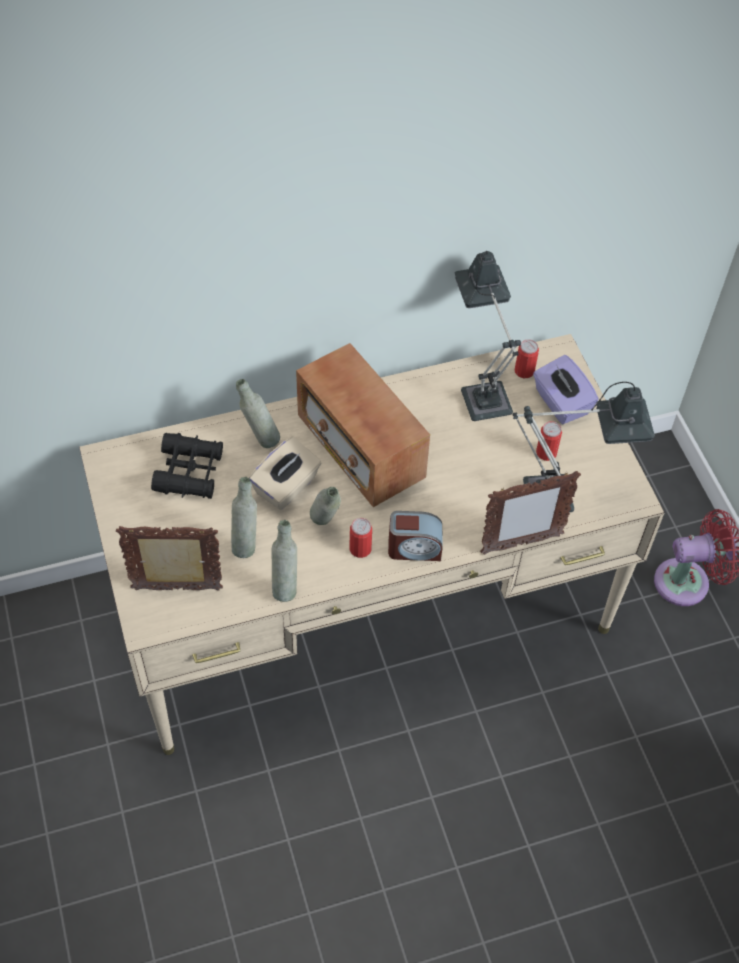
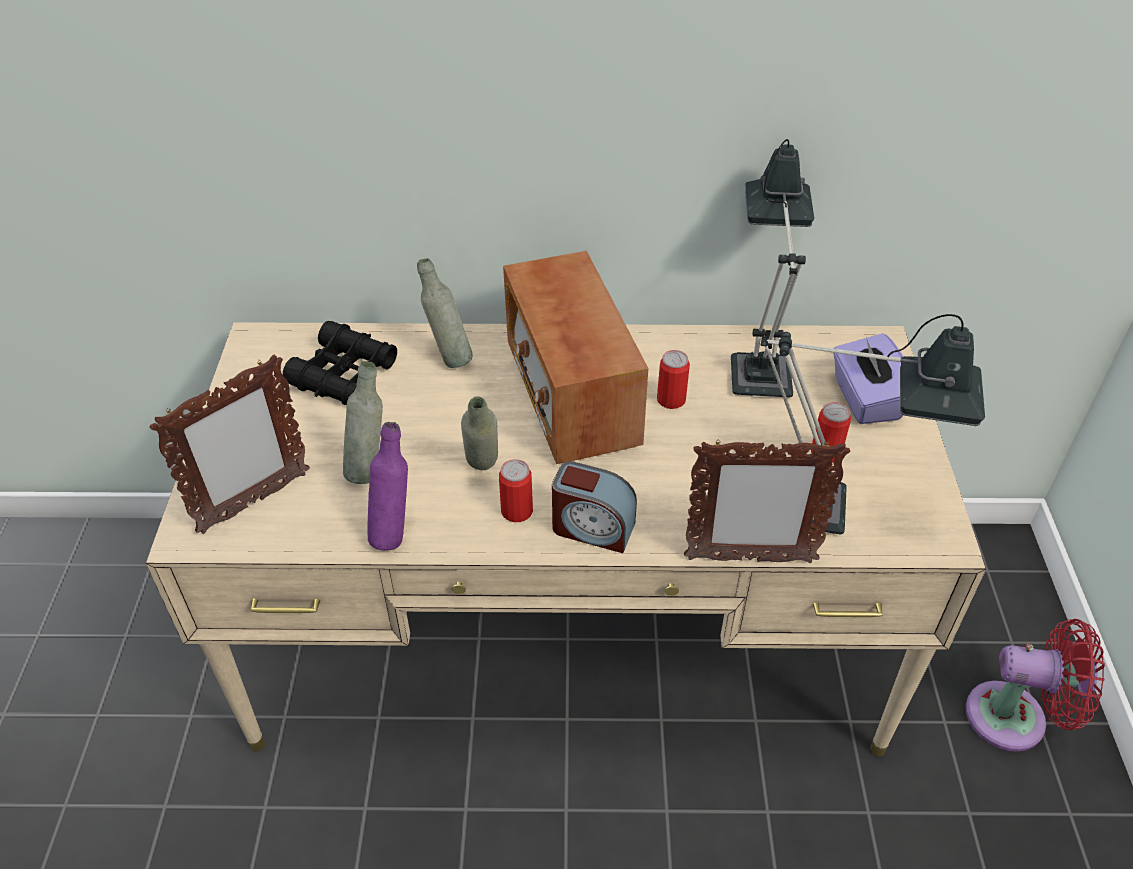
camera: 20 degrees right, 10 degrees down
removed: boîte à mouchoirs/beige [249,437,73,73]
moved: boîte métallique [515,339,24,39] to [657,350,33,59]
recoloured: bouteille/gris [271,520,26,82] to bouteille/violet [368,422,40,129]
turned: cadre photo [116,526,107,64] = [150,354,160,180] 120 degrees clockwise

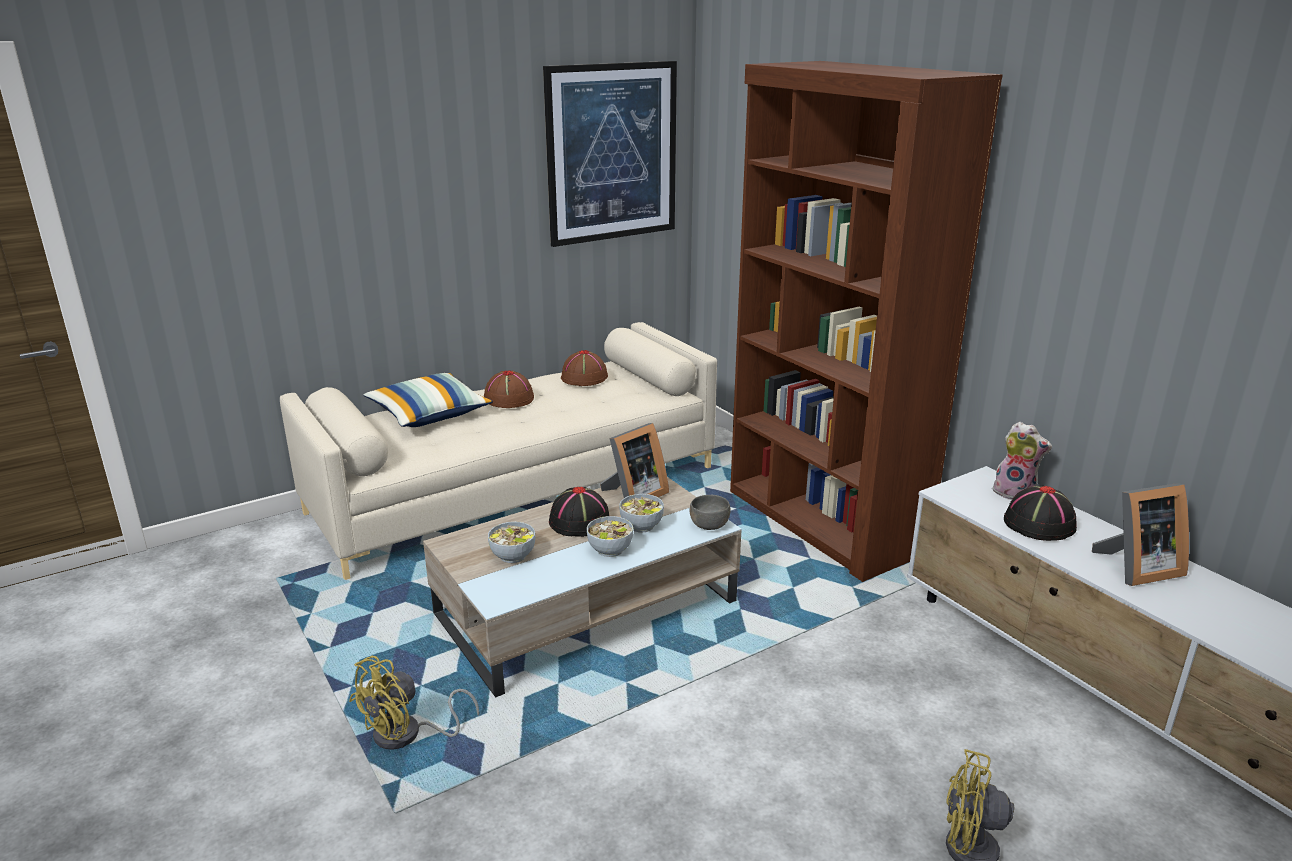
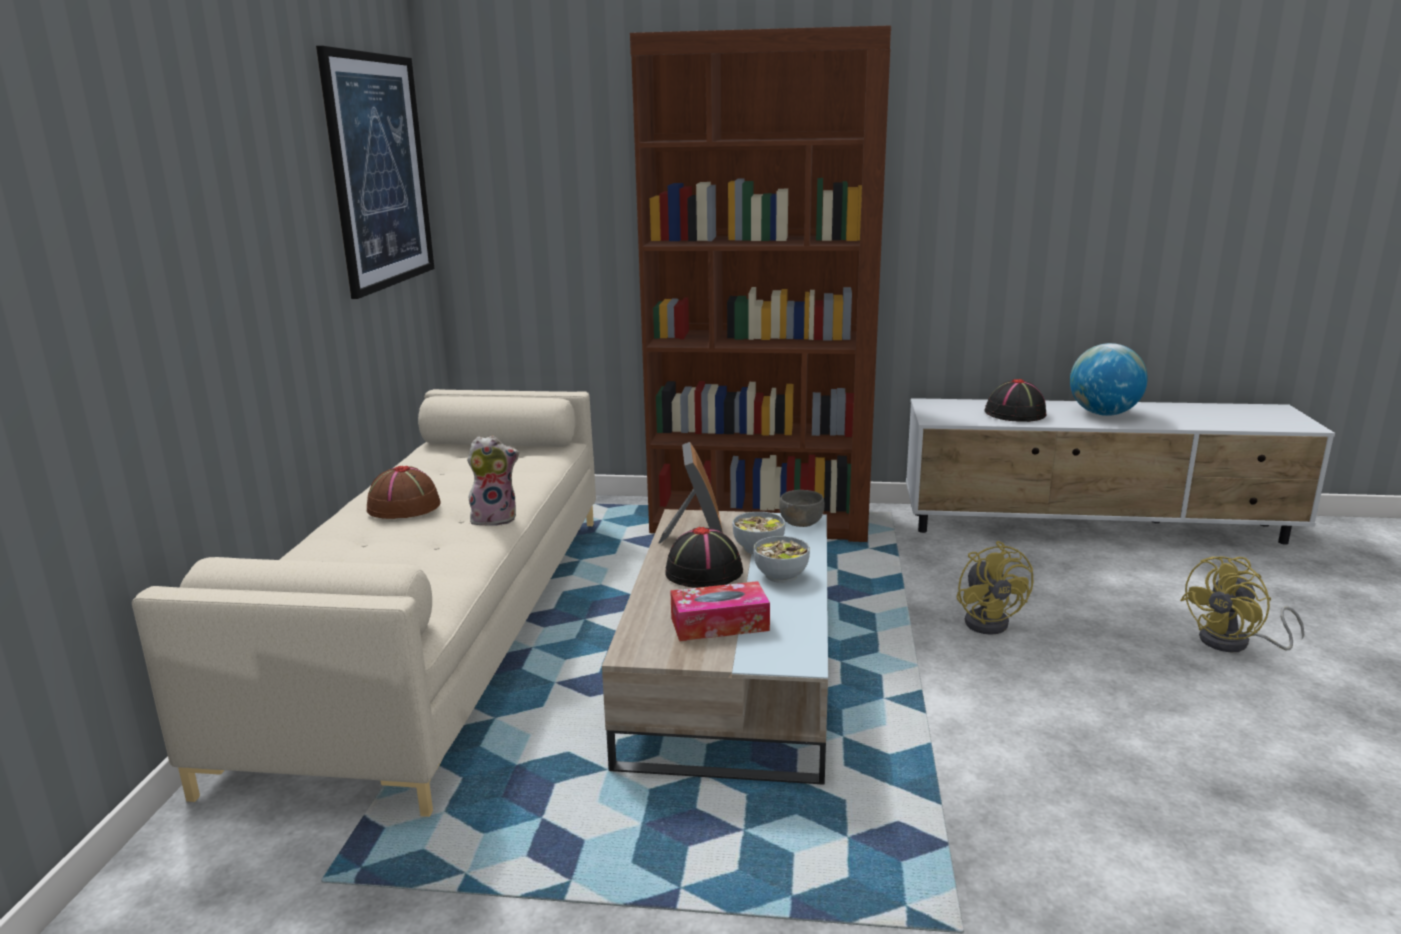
camera: 50 degrees left, 5 degrees down
removed: coussin [364,373,129,54]; chapeau/marron [561,350,47,36]
moved: ventilateur/jaune [349,656,130,94] to [956,541,77,94]; peluche [993,422,59,78] to [467,436,52,90]
replaced: bol [488,522,48,41] to boîte à mouchoirs [670,581,100,60]; cadre photo [1092,483,97,103] to globe [1070,343,78,73]

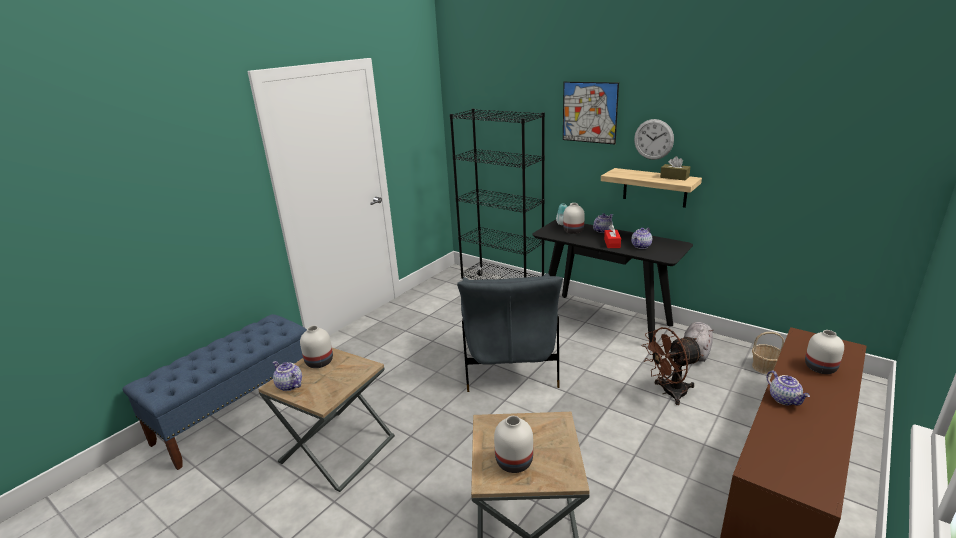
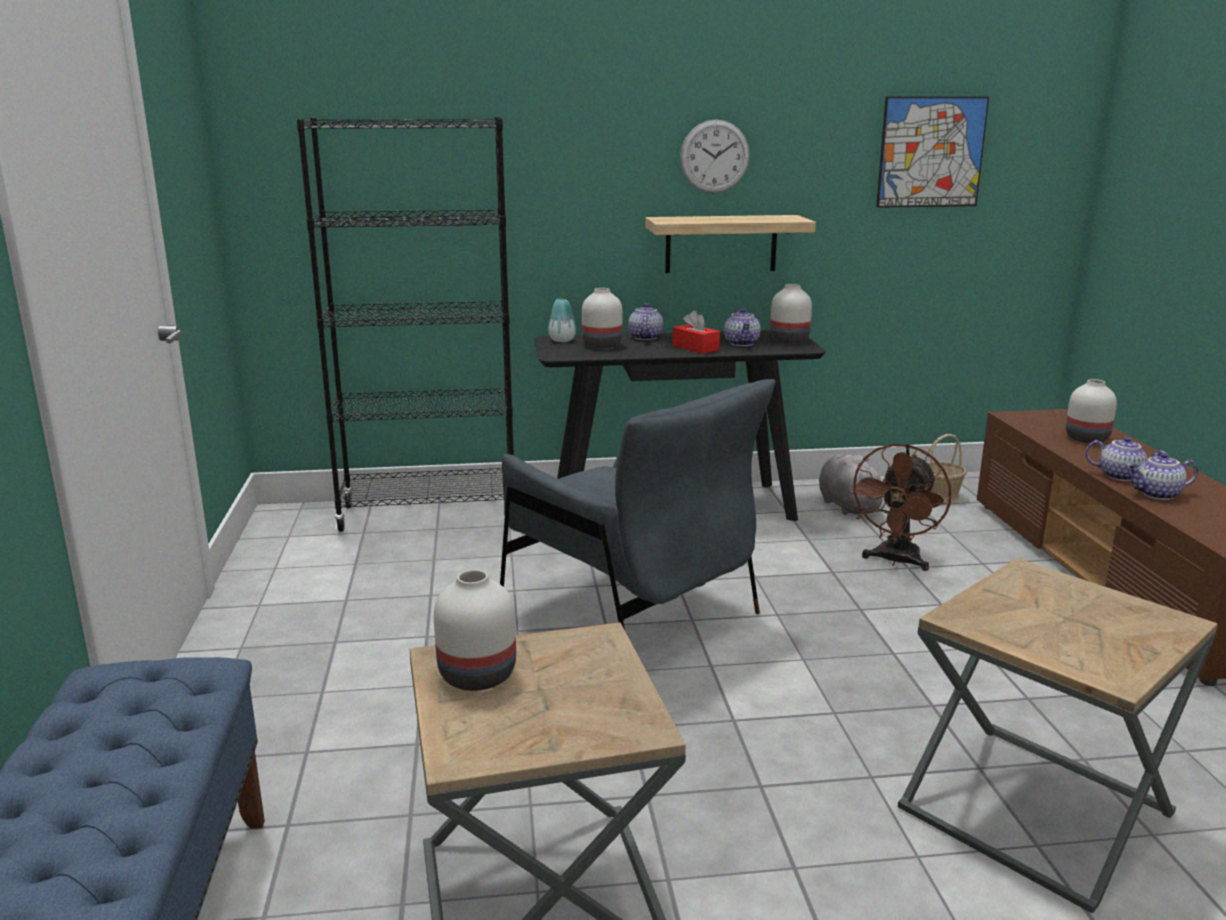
camera: 45 degrees left, 5 degrees down
removed: boîte à mouchoirs/marron [660,156,30,24]
moved: théière [273,361,29,30] to [1127,453,71,47]; vase/blanc [494,416,39,57] to [770,284,42,59]; tableau [563,82,56,62] to [876,97,113,111]

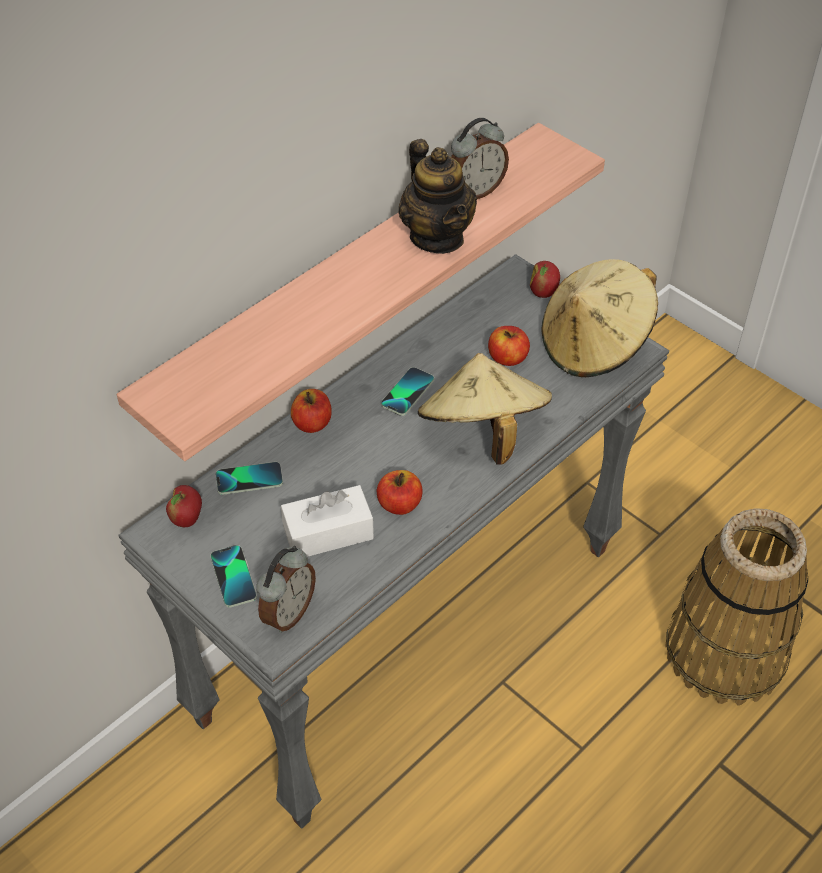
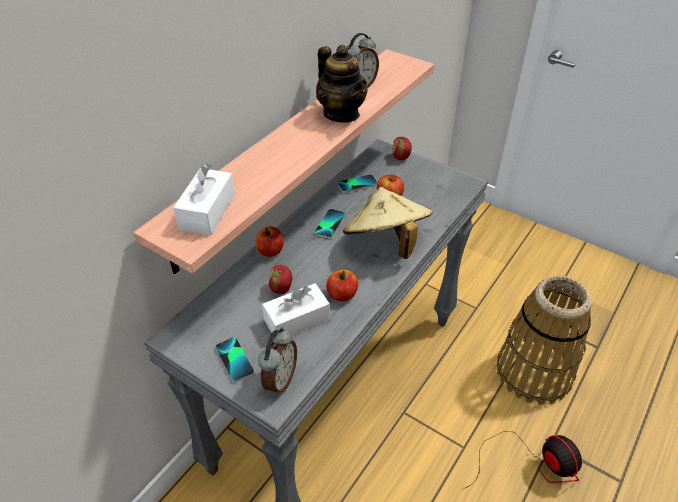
camera: 10 degrees left, 5 degrees down
removed: chapeau/beige [541,259,117,118]
added: boîte à mouchoirs/blanc [173,163,62,72]; ventilateur [462,431,120,59]
moved: pomme [166,485,36,42] to [269,265,23,29]; téléphone [216,462,67,33] to [337,174,41,19]

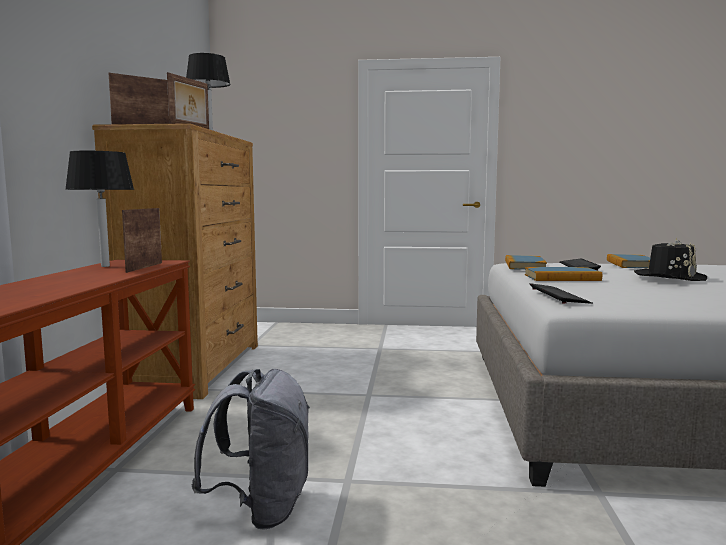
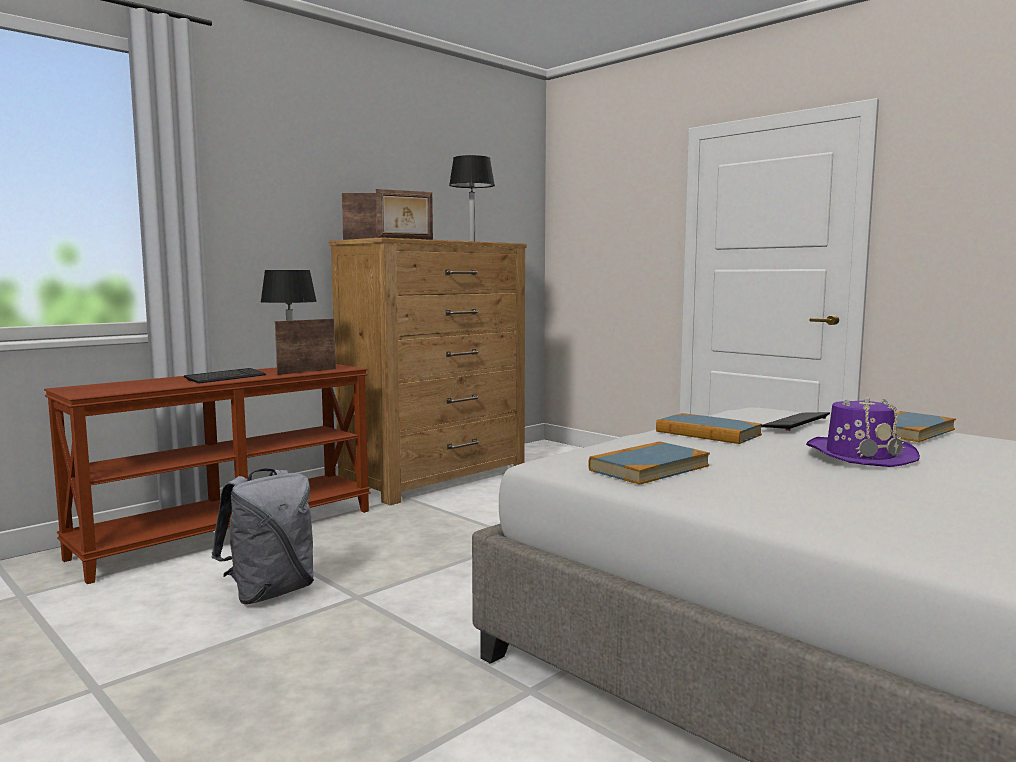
camera: 40 degrees right, 0 degrees up
moved: livre [505,255,42,15] to [588,441,122,44]; clavier [529,283,63,21] to [184,368,82,15]
recoloured: chapeau/noir [634,238,73,43] to chapeau/violet [806,394,114,73]

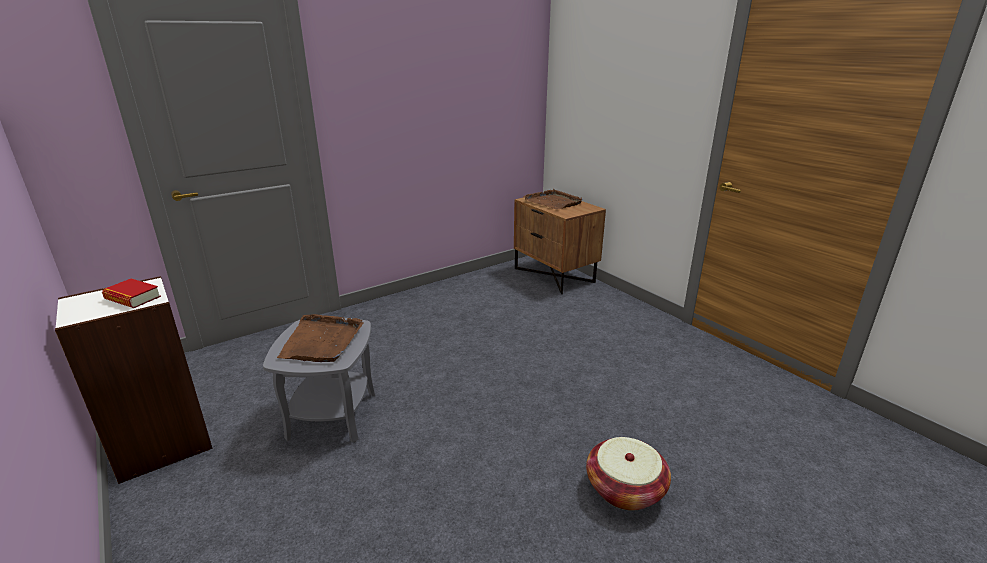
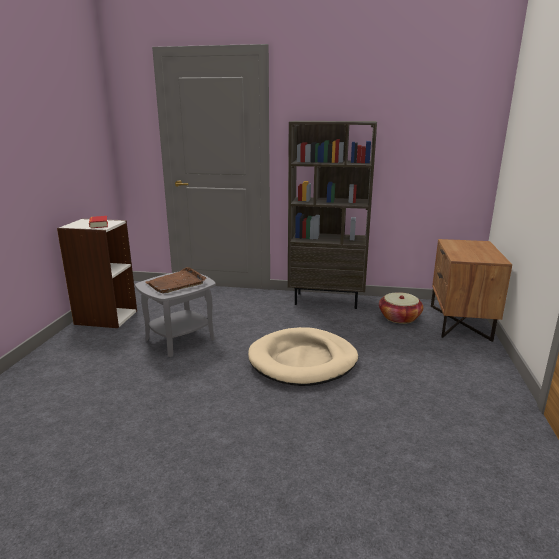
camera: 45 degrees right, 5 degrees down
removed: plateau/marron [523,189,60,21]
added: panier pour chien/beige [248,327,110,59]; bibliothèque/marron [288,121,89,188]
moved: panier [586,437,85,74] to [379,292,44,32]

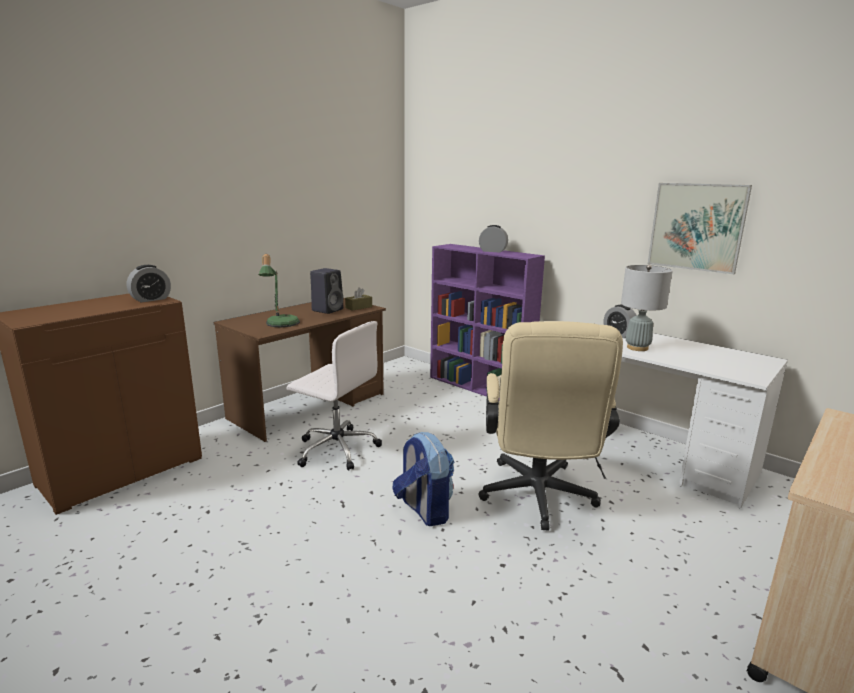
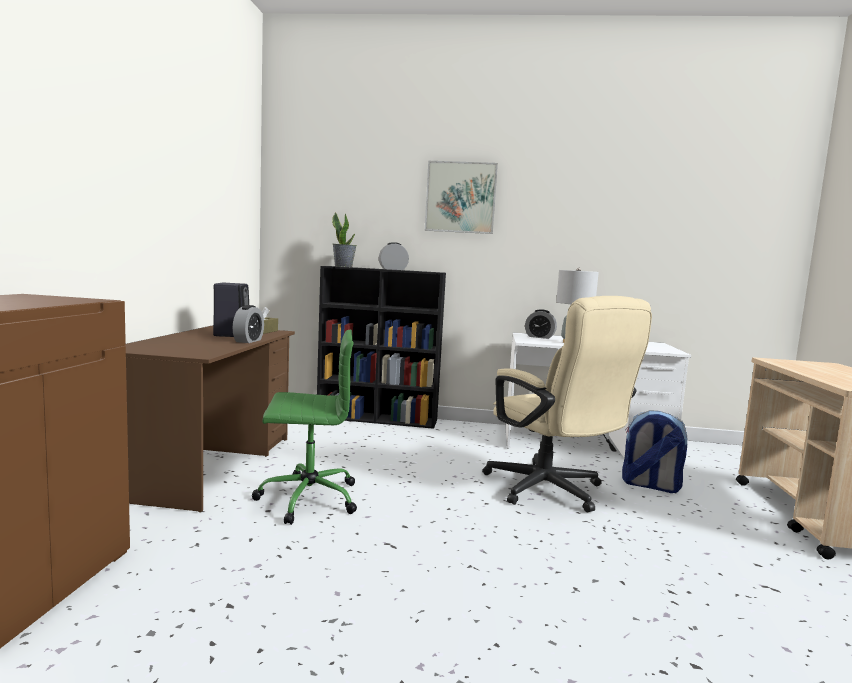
camera: 35 degrees left, 10 degrees down
removed: lampe de table [258,254,42,74]
added: plante en pot [332,212,25,55]
moved: réveil [127,265,44,38] to [233,305,31,38]; sac à dos [392,432,62,94] to [622,410,66,83]; tableau [648,183,104,91] to [425,161,73,73]
recoloured: chaise de bureau/blanc [287,321,95,150] to chaise de bureau/vert [252,330,105,195]; bibliothèque/violet [430,244,115,156] to bibliothèque/noir [317,266,129,163]

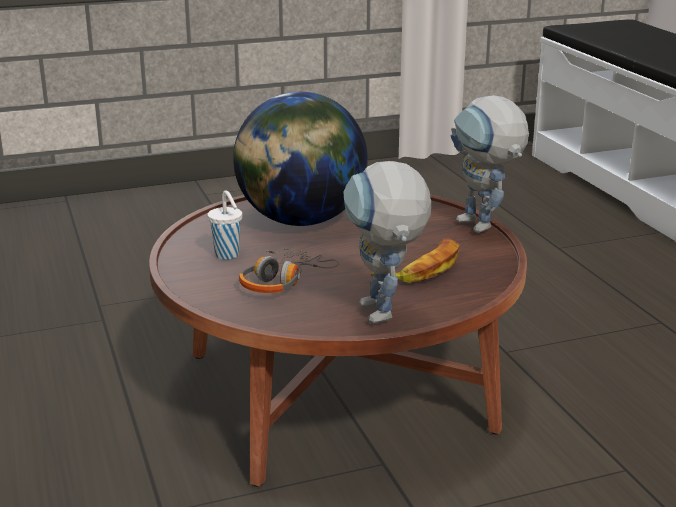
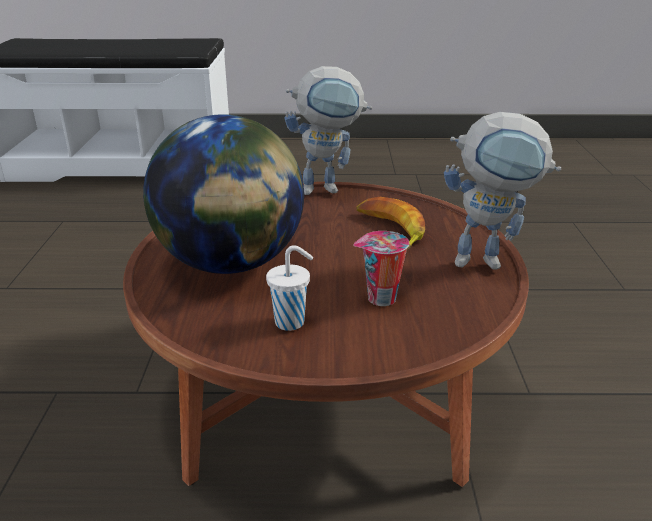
camera: 70 degrees left, 5 degrees up
replaced: casque audio [239,249,100,44] to tasse [353,231,56,75]

